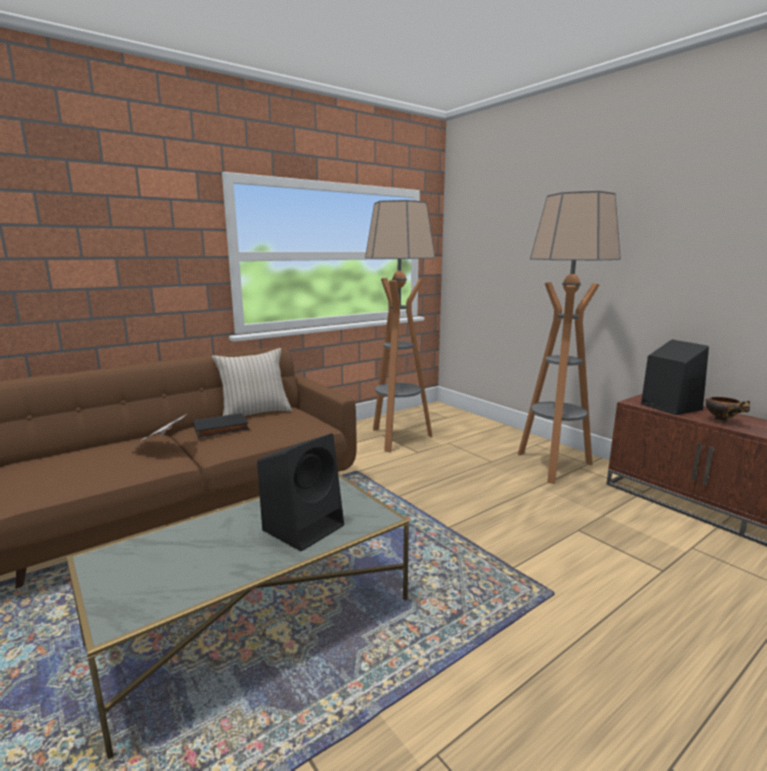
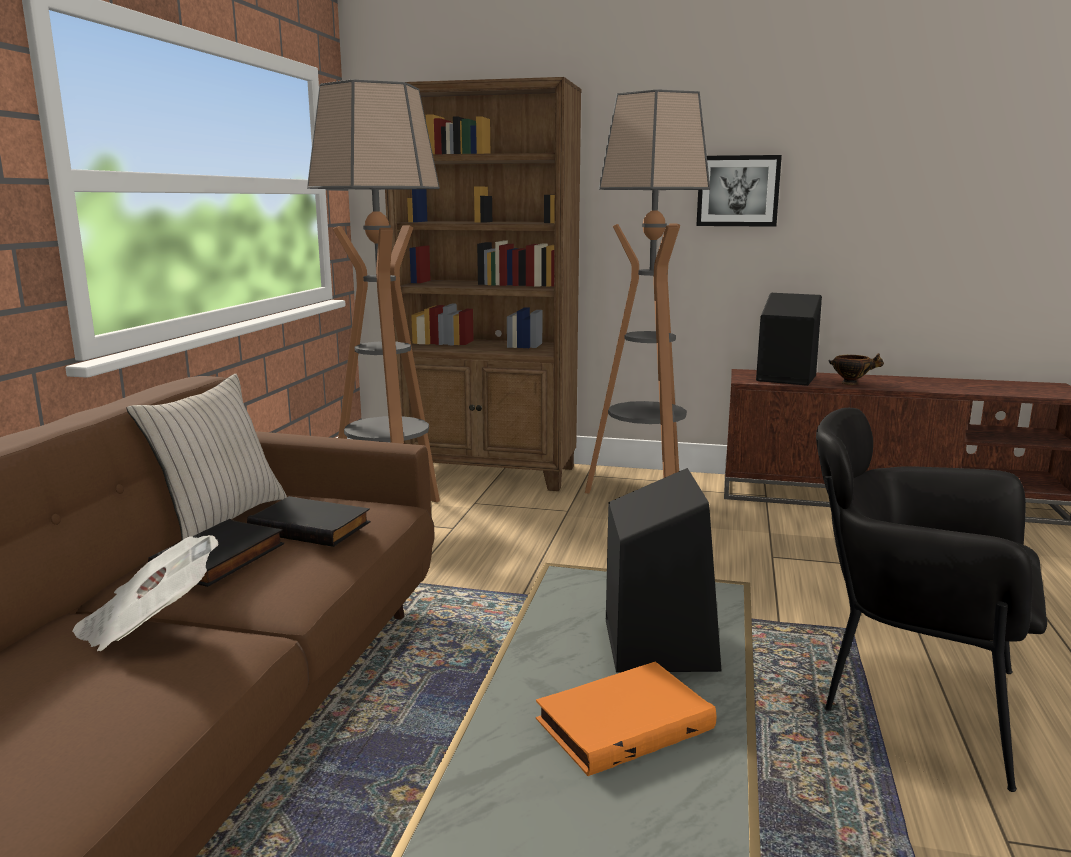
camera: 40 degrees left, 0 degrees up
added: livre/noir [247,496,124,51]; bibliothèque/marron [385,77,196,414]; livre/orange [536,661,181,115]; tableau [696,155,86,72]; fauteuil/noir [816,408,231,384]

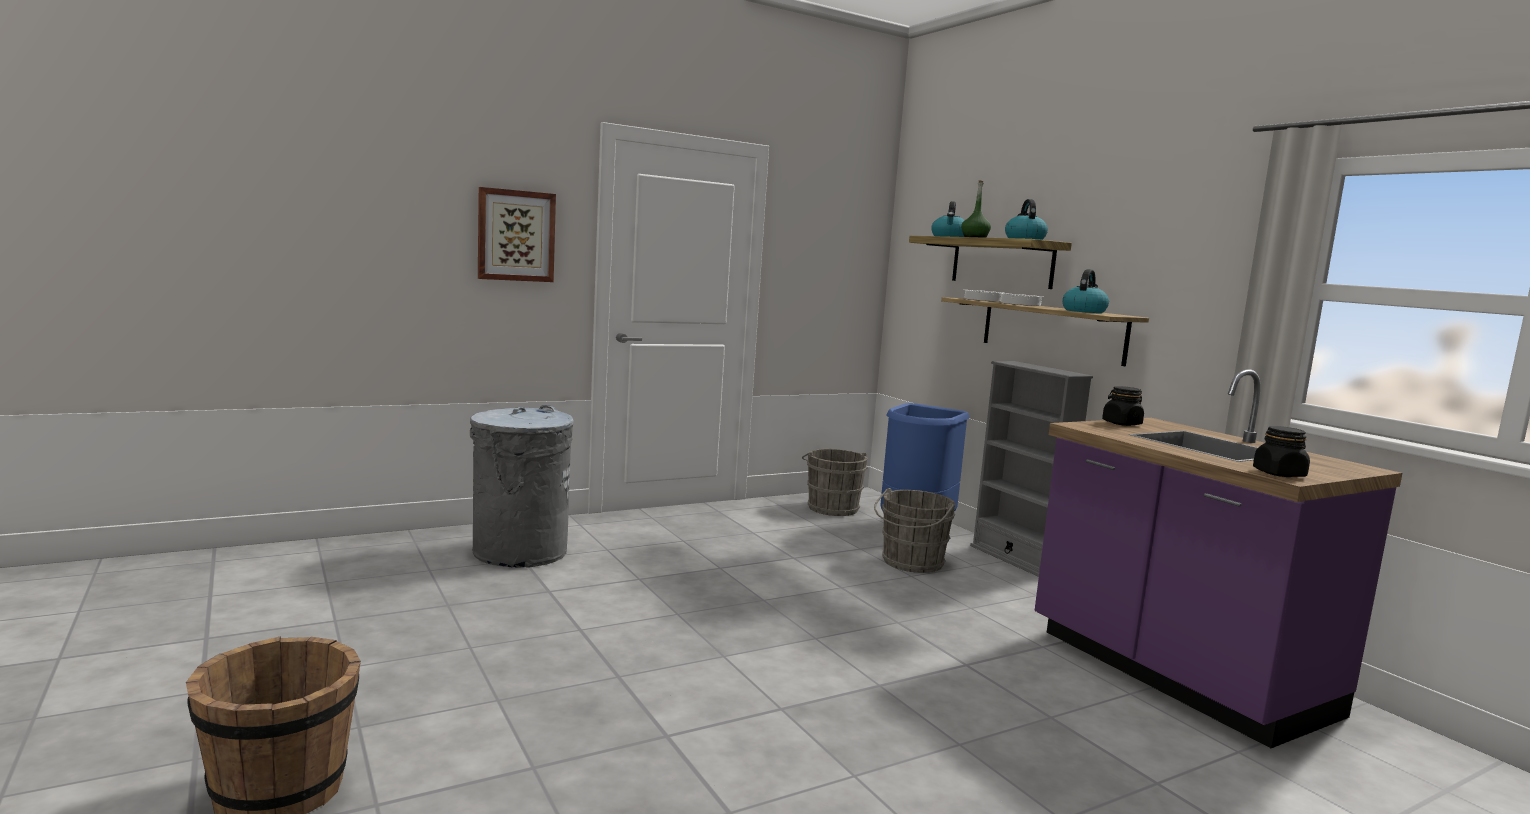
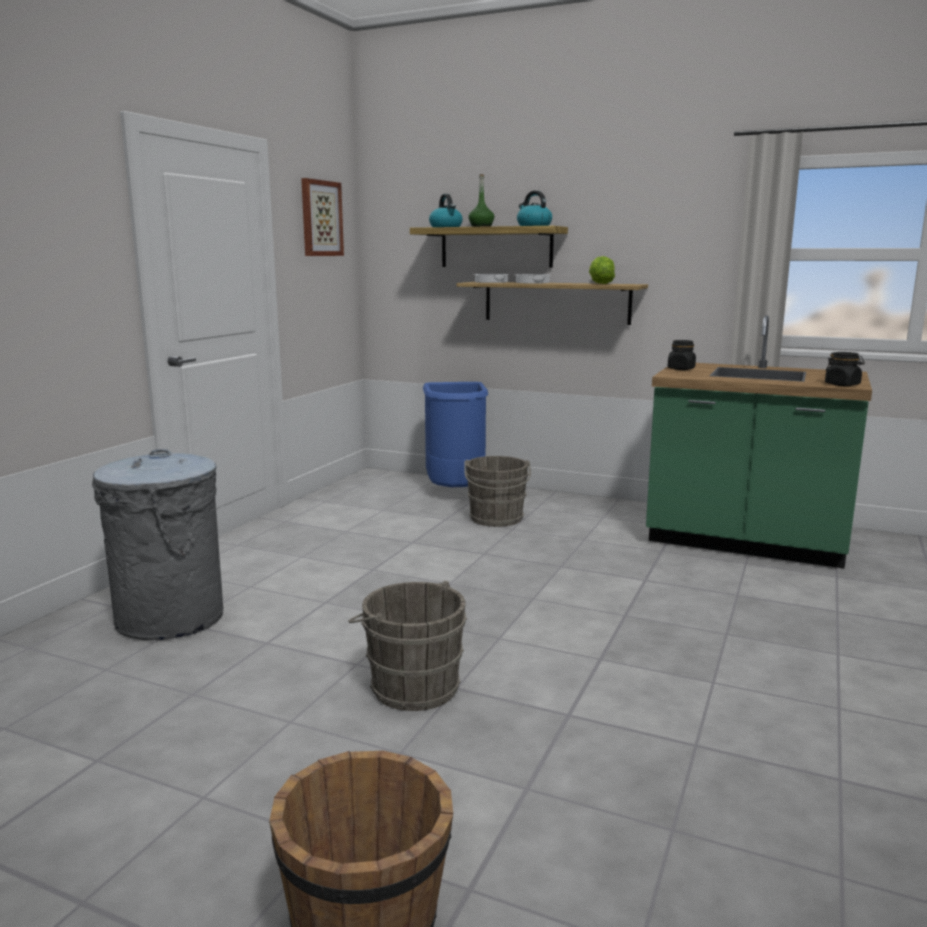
camera: 35 degrees left, 5 degrees up
removed: bibliothèque/gris [970,361,123,216]
moved: tableau [478,187,78,95] to [301,178,43,78]; seau/gris [802,449,66,67] to [348,581,119,130]
replaced: bouilloire [1062,269,47,44] to laitue [589,256,26,28]
recoloured: comptoir de cuisine/violet [1035,369,367,379] to comptoir de cuisine/vert [646,315,226,254]

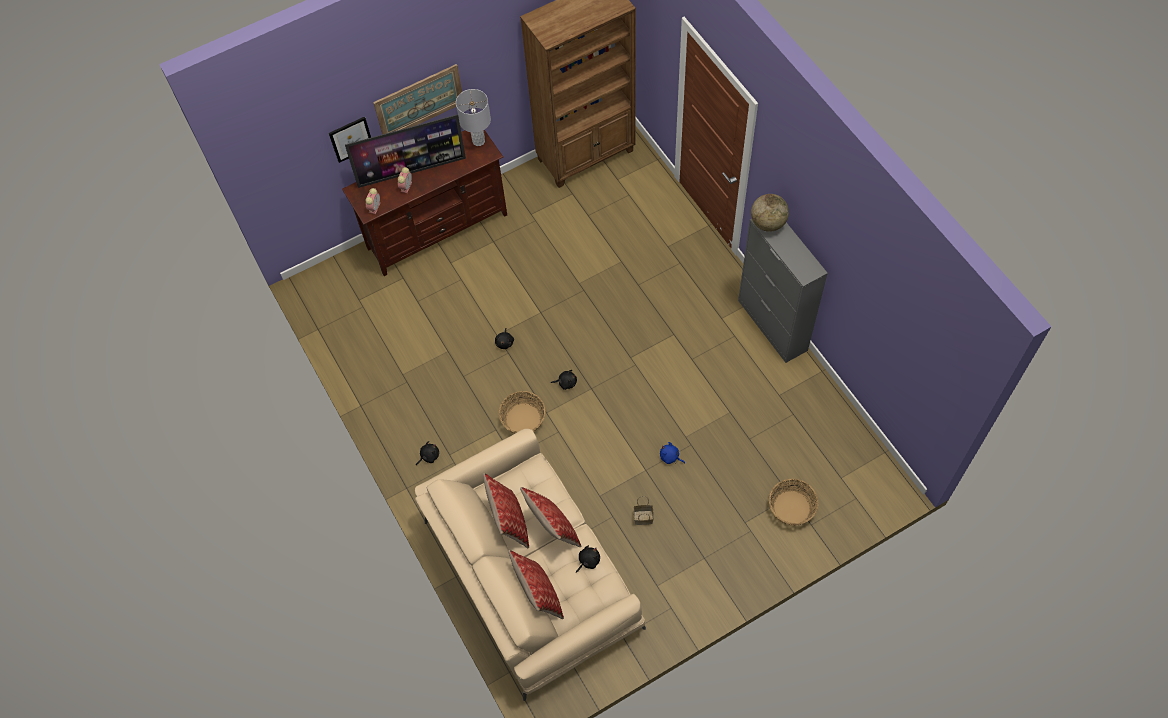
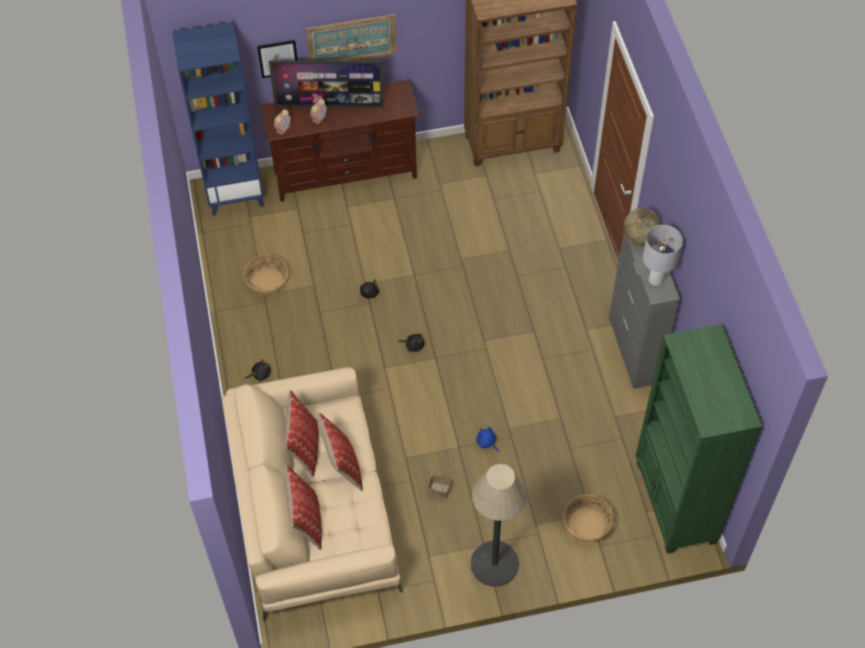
camera: 15 degrees right, 5 degrees down
removed: peluche/noir [576,545,24,28]
added: bibliothèque/bleu [172,22,92,193]; lampadaire [471,464,56,123]; bibliothèque/vert [636,324,126,230]
moved: lampe de table/gris [456,89,35,57] to [643,225,40,61]; panier [499,391,47,43] to [243,255,45,40]

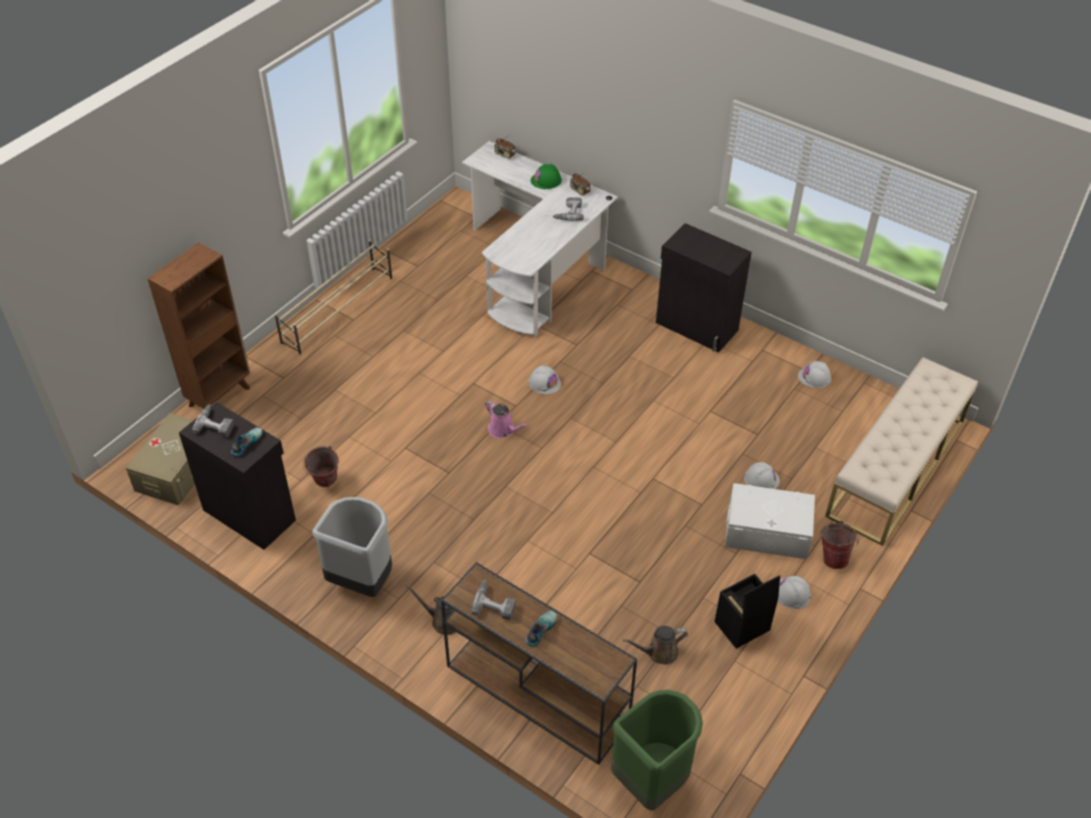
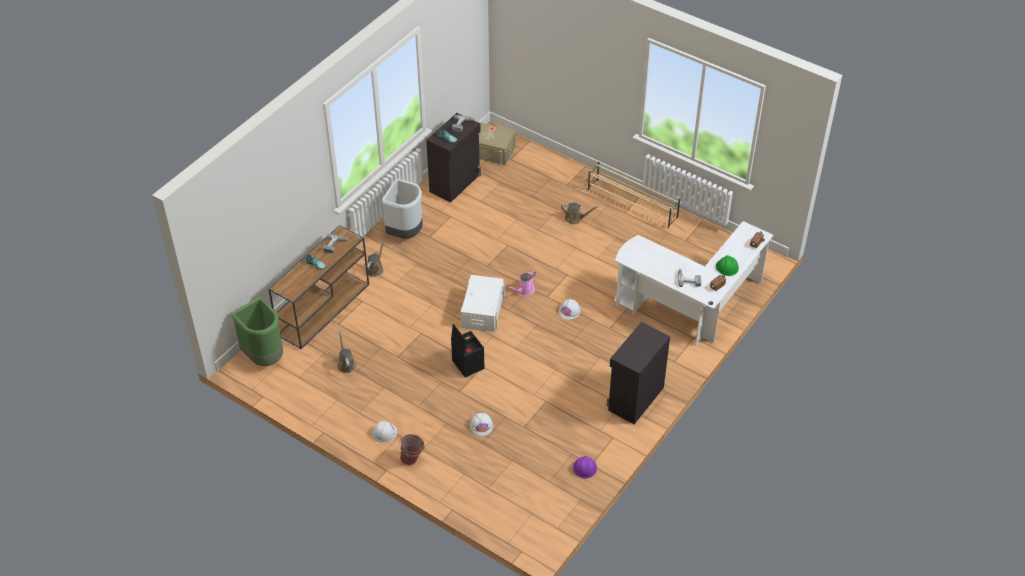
camera: 90 degrees right, 0 degrees up
removed: bibliothèque/marron [147,242,103,167]; seau [303,446,36,41]; banc/beige [825,357,153,189]
added: arrosoir/marron [561,203,37,22]
moved: boîte de rangement/noir [714,574,66,75] to [451,323,33,55]; boîte de rangement/blanc [725,483,90,76] to [460,275,45,57]
recoloured: casque de chantier/blanc [798,361,33,27] to casque de chantier/violet [573,456,24,23]

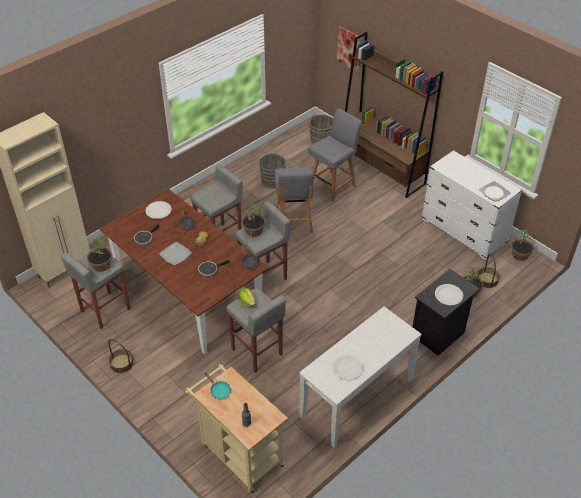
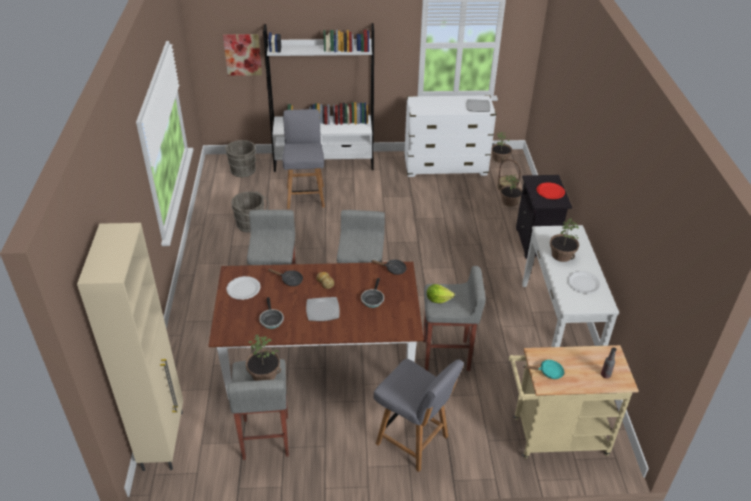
camera: 50 degrees left, 5 degrees down
removed: panier [108,339,26,34]
moved: plante en pot [242,204,24,33] to [550,218,29,44]; chaise/gris [275,167,39,66] to [373,359,91,113]
recoloured: bibliothèque/marron [345,32,98,166] to bibliothèque/blanc [263,23,111,149]; assiette/blanc [435,284,28,21] to assiette/rouge [536,182,29,17]

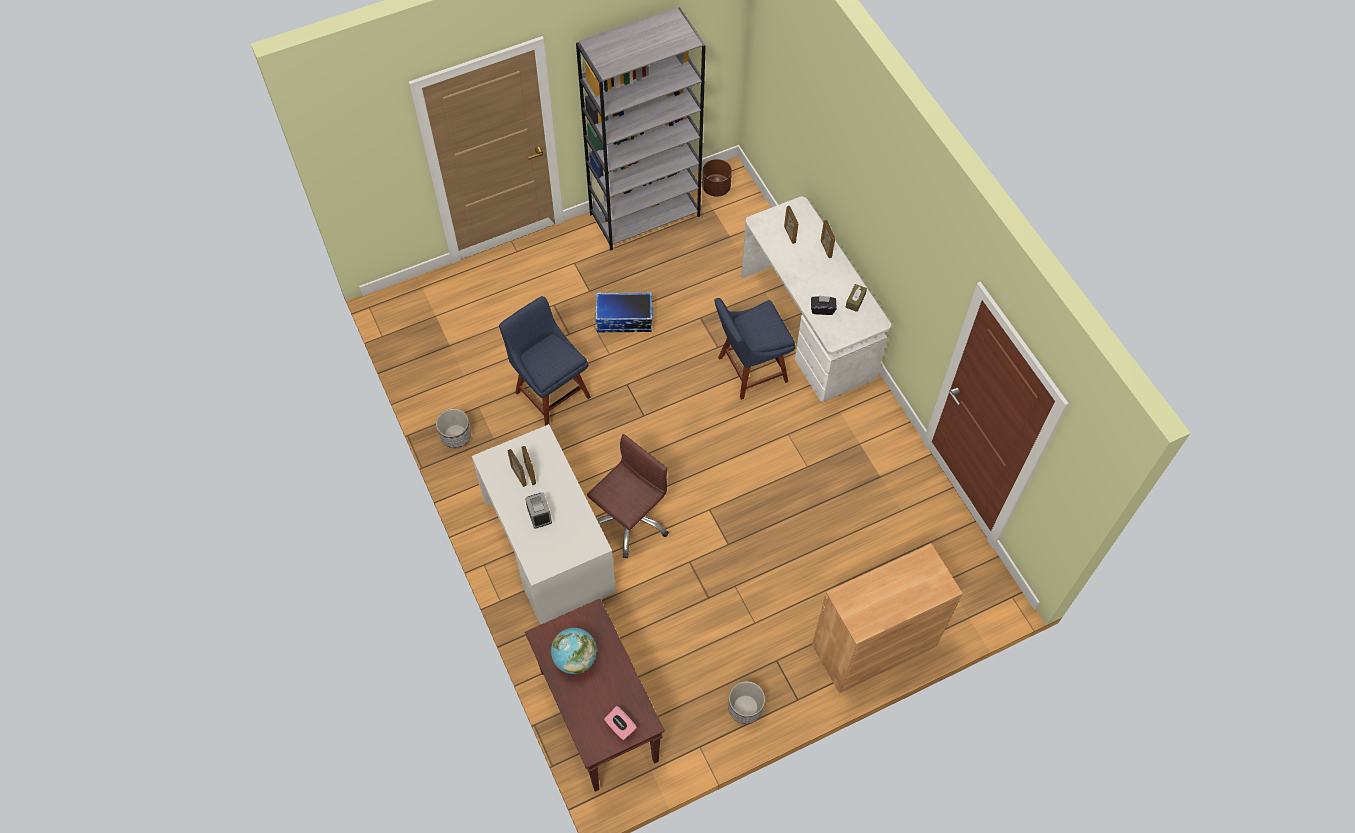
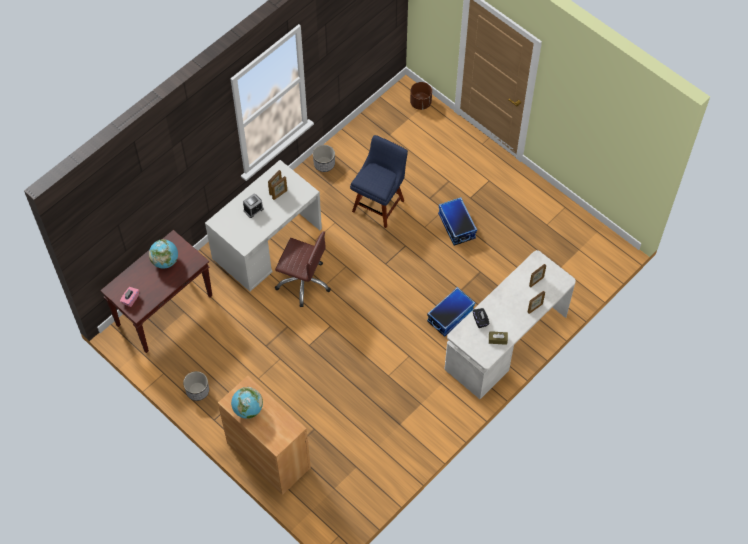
camera: 70 degrees right, 0 degrees up
removed: bibliothèque/gris [576,7,130,244]
added: globe [231,387,32,32]
moved: cache-pot/marron [702,159,30,38] to [410,82,22,28]
replaced: chaise/bleu [714,298,82,102] to boîte de rangement [427,287,48,50]

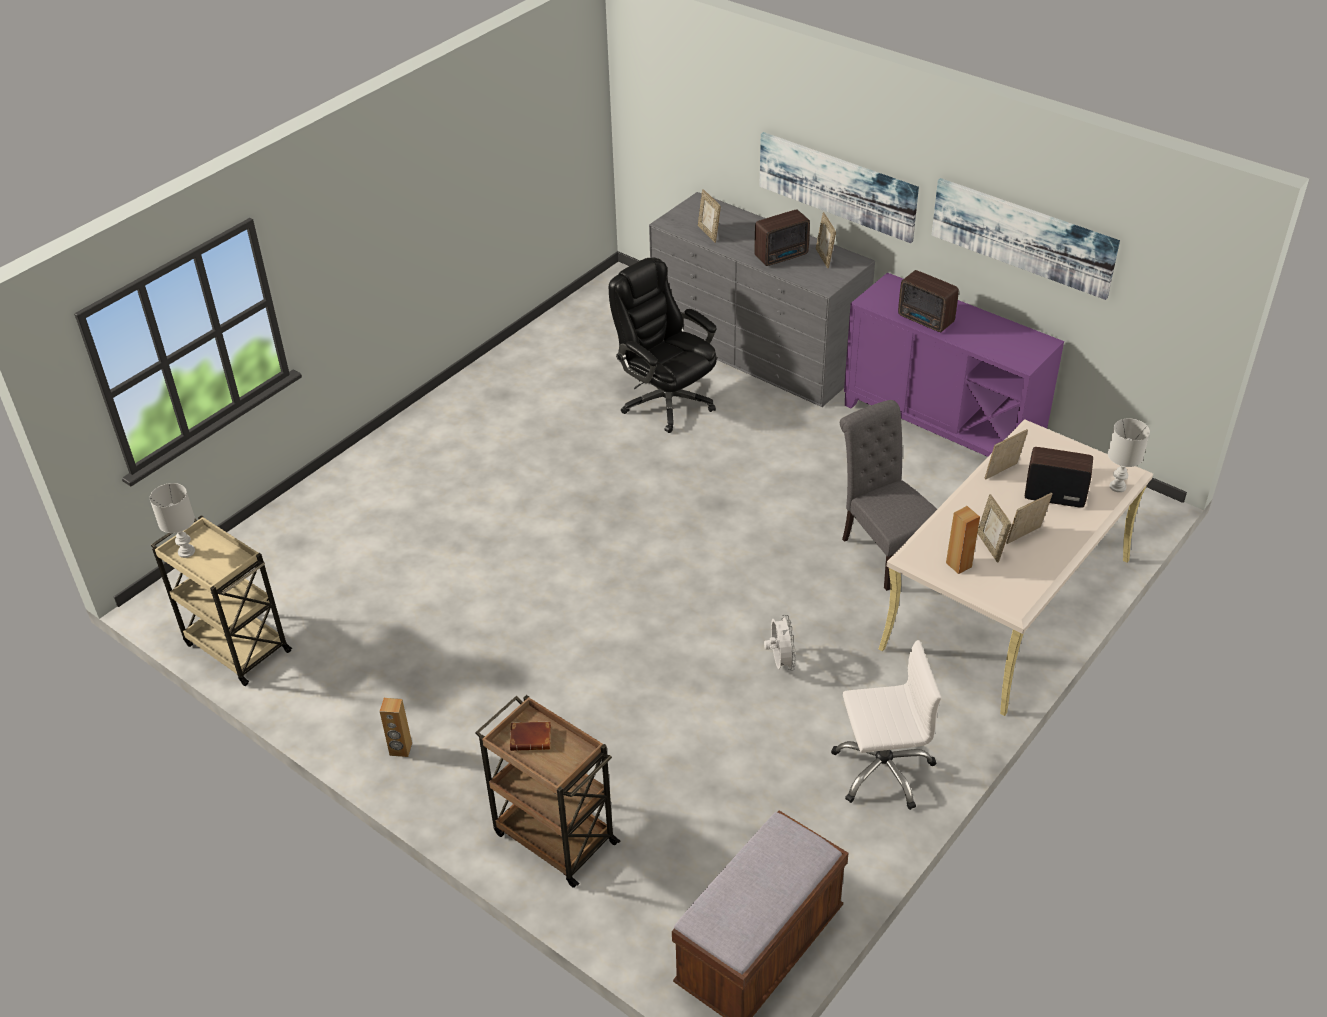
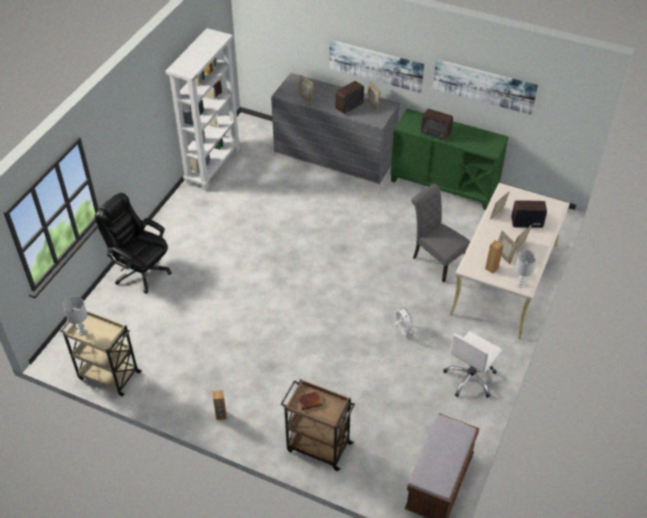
camera: 15 degrees left, 5 degrees up
added: bibliothèque/blanc [165,28,76,163]
moved: chaise de bureau/noir [609,258,108,175] to [95,193,77,101]; lampe de table/blanc [1108,418,42,74] to [515,250,22,38]
recoloured: meuble de rangement/violet [844,272,220,185] to meuble de rangement/vert [391,109,118,101]
turned: chaise de bureau/blanc [831,640,110,170] = [443,331,59,67] 150 degrees clockwise

